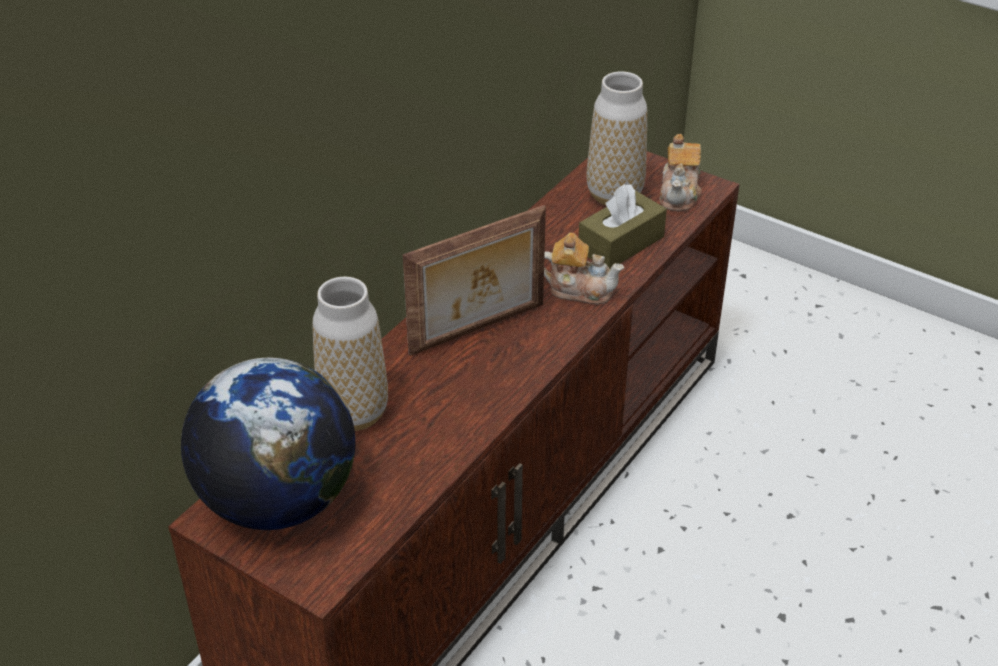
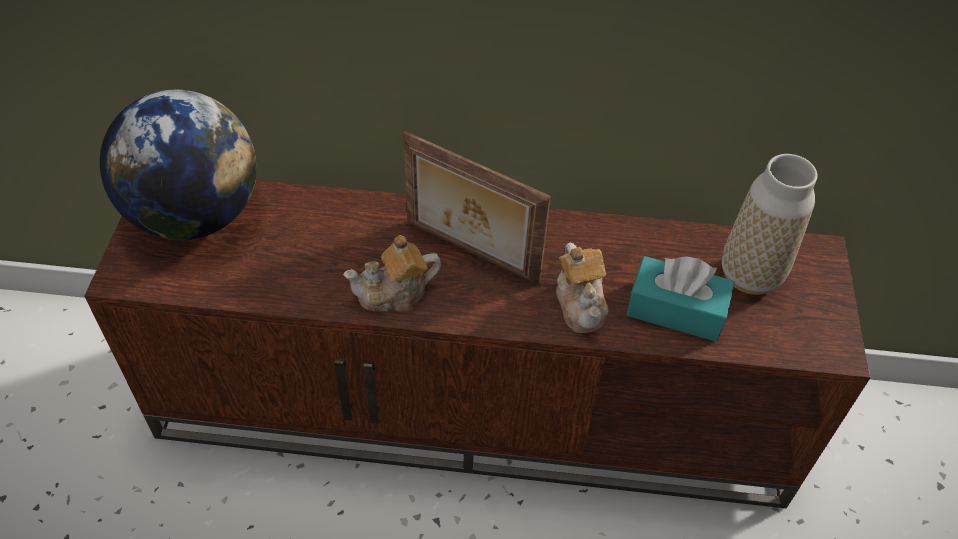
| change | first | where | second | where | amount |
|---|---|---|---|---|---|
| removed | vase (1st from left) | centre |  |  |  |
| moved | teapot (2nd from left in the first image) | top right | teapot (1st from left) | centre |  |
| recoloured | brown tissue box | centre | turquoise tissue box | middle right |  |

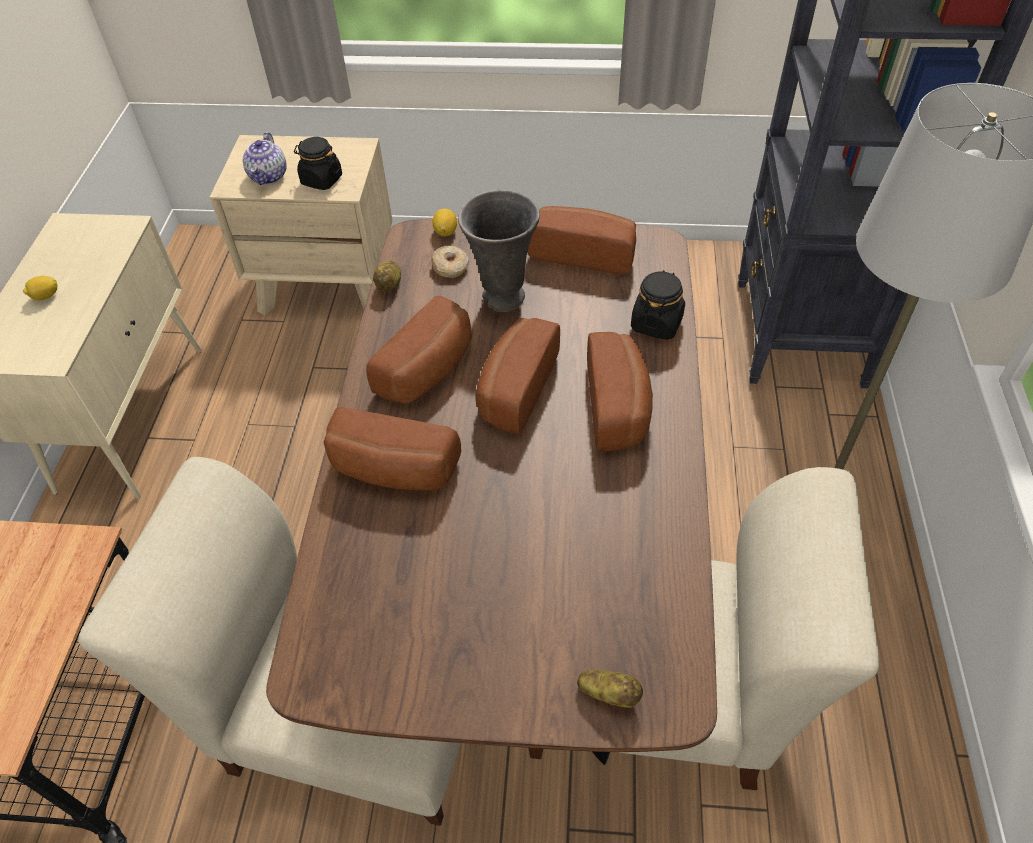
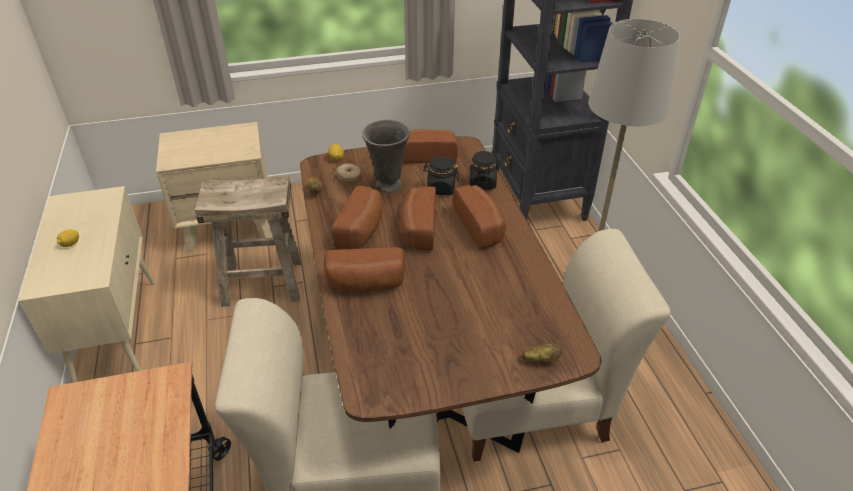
| change | first | where | second | where | amount |
|---|---|---|---|---|---|
| removed | teapot | top left |  |  |  |
| added |  |  | beige stool | middle left |  |
| moved | black jar (1st from left) | top left |  | centre |  |

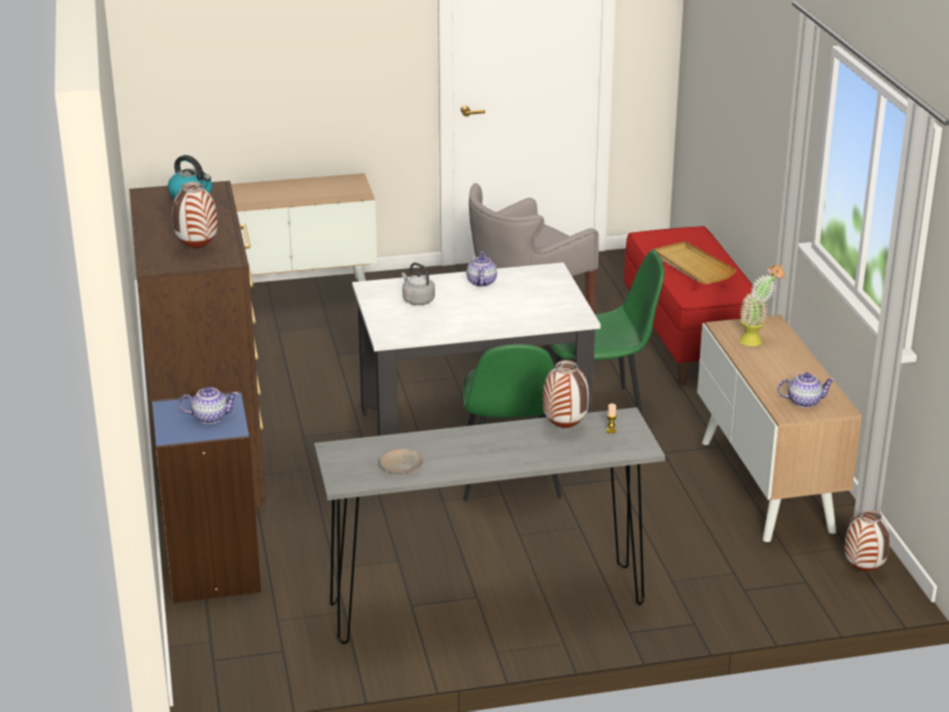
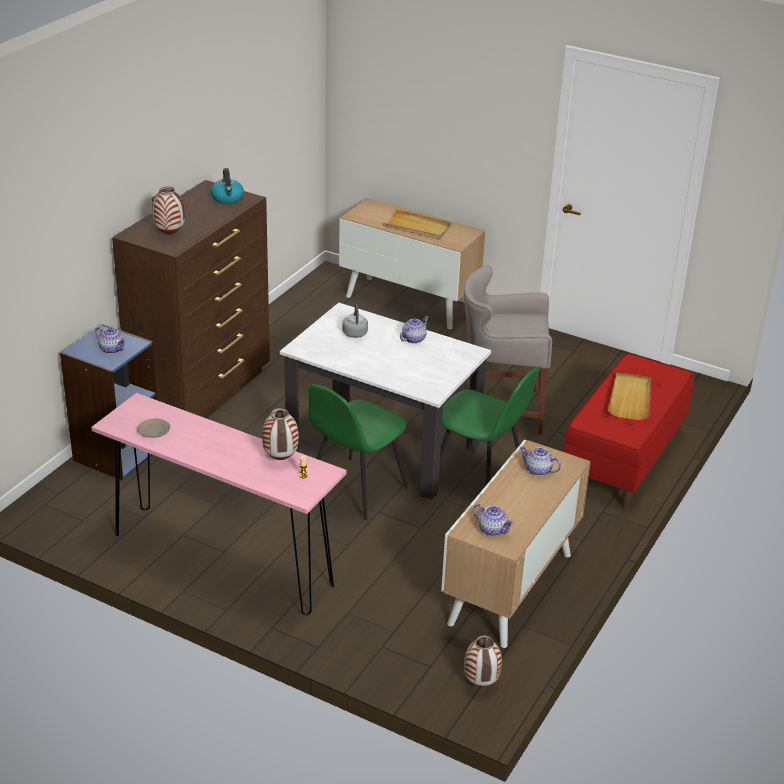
| change | first | where | second | where | amount |
|---|---|---|---|---|---|
| added |  |  | beige tray (1st from left) | top centre |  |
| replaced | potted plant | middle right | teapot (4th from left) | middle right |  |
| recoloured | grey console table | bottom centre | pink console table | middle left |  |

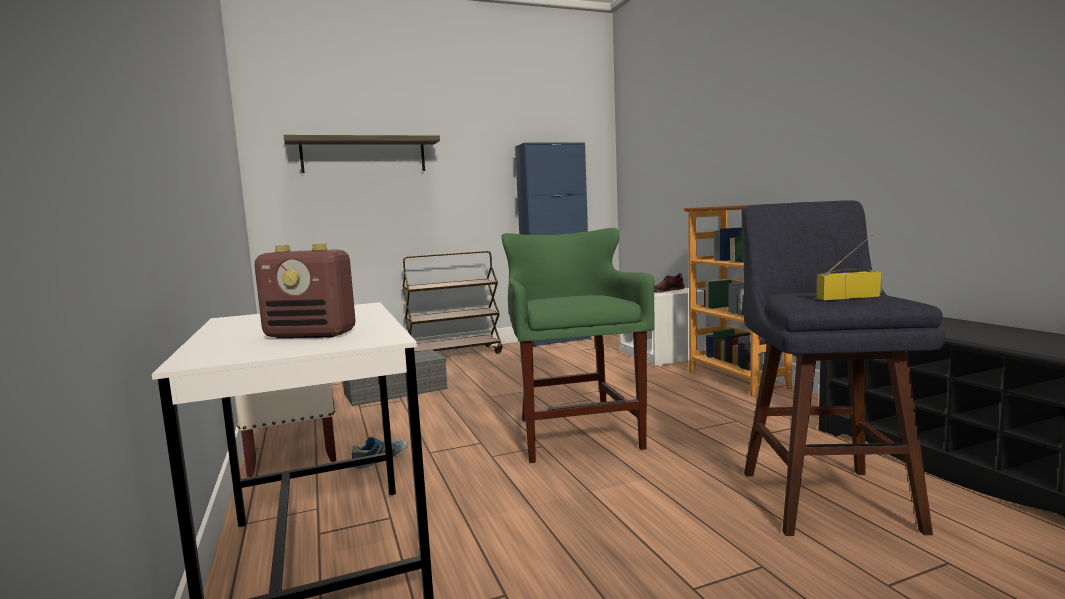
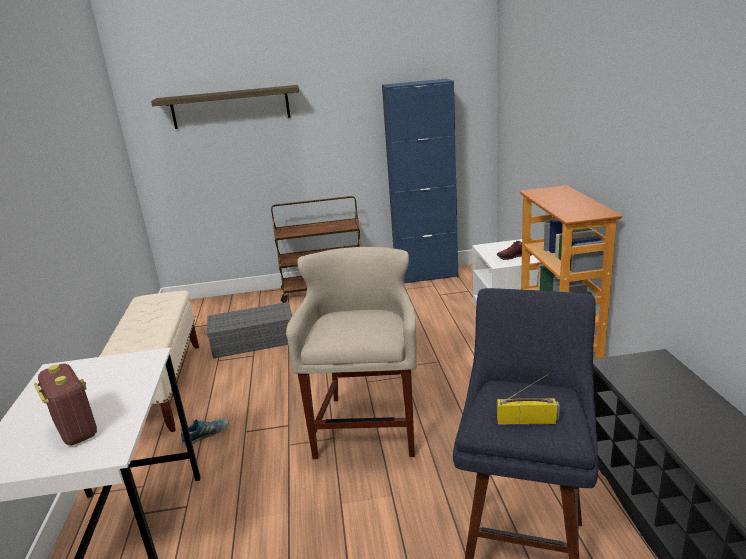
| change | first | where | second | where | amount |
|---|---|---|---|---|---|
| recoloured | green stool | centre | beige stool | centre |  |
| turned | radio (1st from left) | middle left |  | bottom left | 150 degrees counterclockwise |

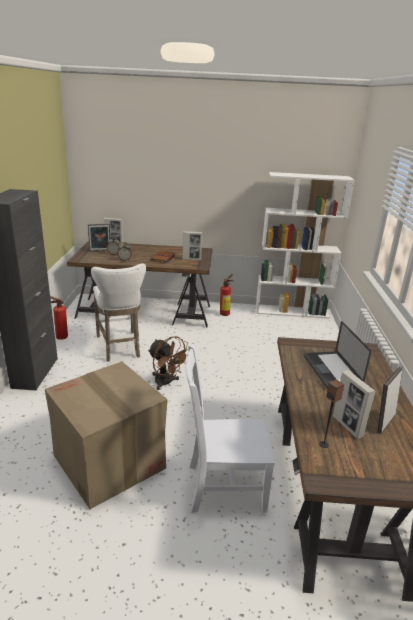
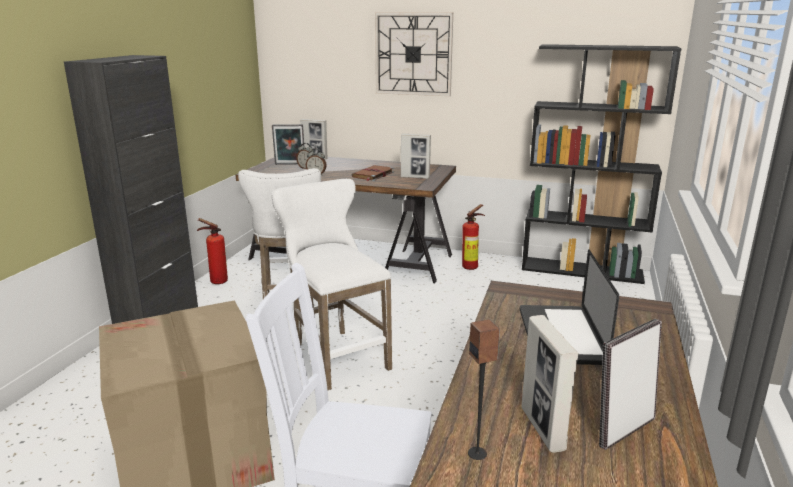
| change | first | where | second | where | amount |
|---|---|---|---|---|---|
| added |  |  | wall clock | top centre |  |
| replaced | brown fan | centre | white stool (2nd from left) | centre |  |
| recoloured | white bookcase | middle right | black bookcase | middle right |  |

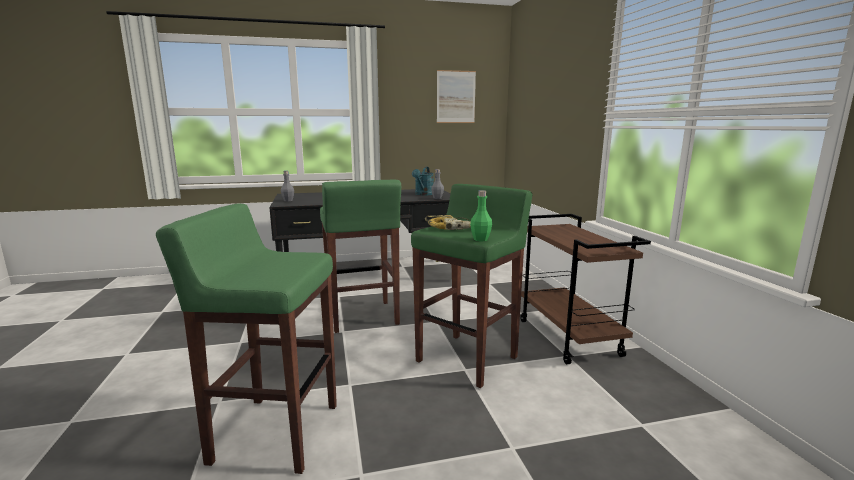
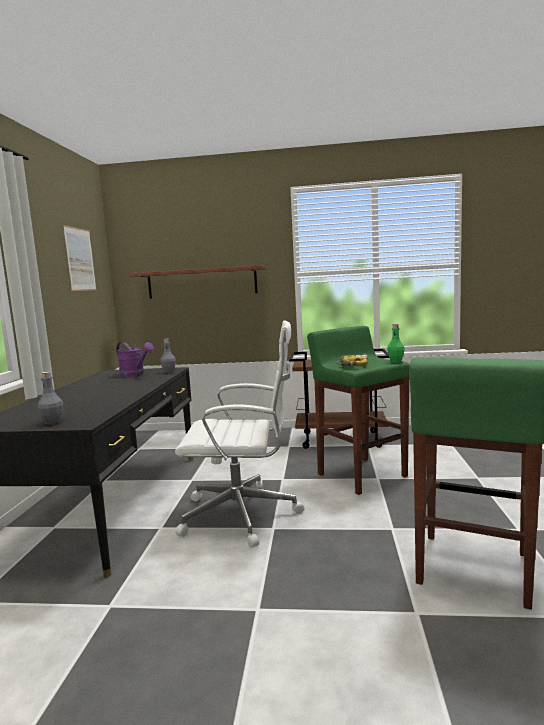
| change | first | where | second | where | amount |
|---|---|---|---|---|---|
| added |  |  | brown shelf | centre |  |
| replaced | green stool (2nd from left) | centre | white office chair | centre |  |
| recoloured | turquoise watering can | centre | purple watering can | middle left |  |

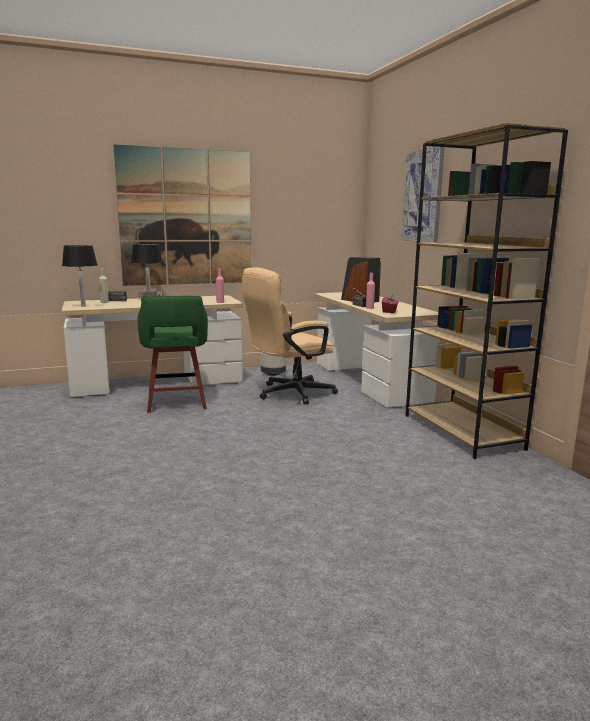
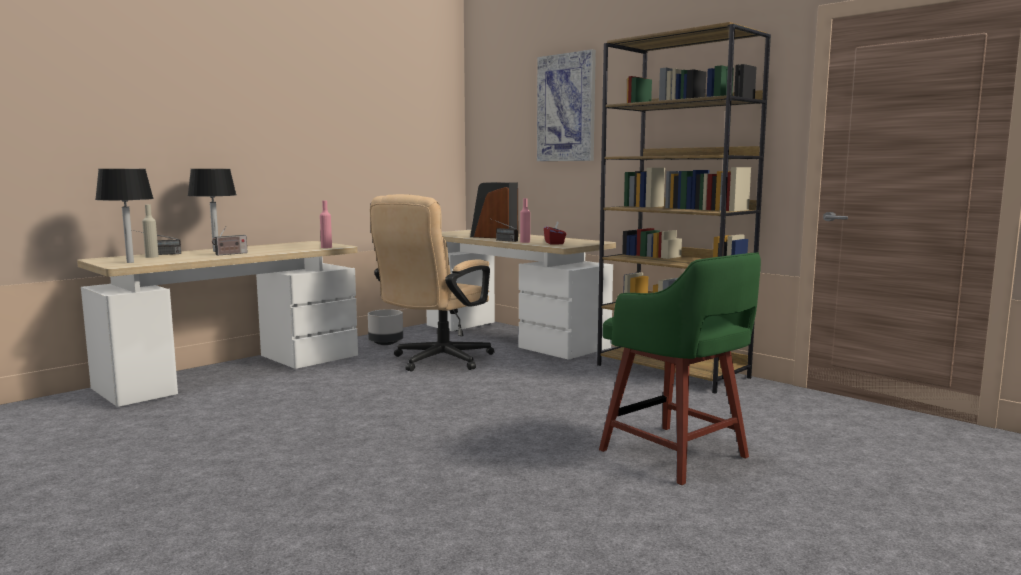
| change | first | where | second | where | amount |
|---|---|---|---|---|---|
| removed | picture (1st from left) | top left |  |  |  |
| moved | green stool | middle left |  | centre |  |

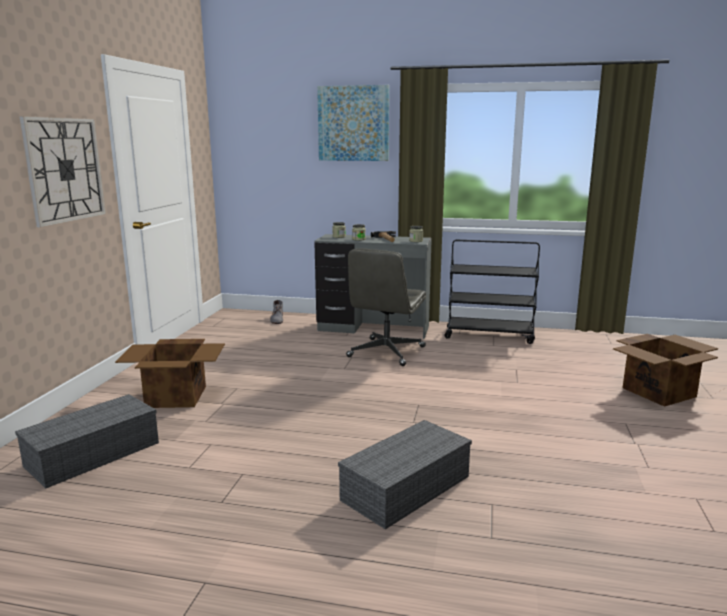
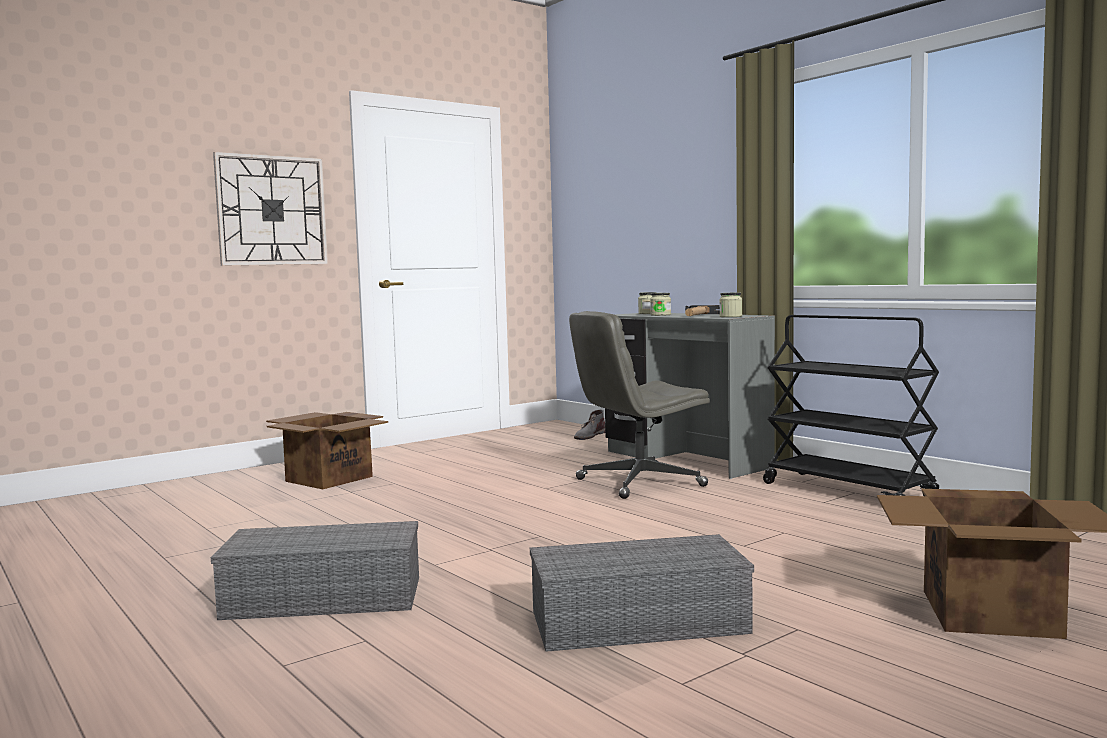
| change | first | where | second | where | amount |
|---|---|---|---|---|---|
| removed | picture | top centre |  |  |  |
| moved | grey storage box (1st from left in the first image) | bottom left | grey storage box (2nd from left) | bottom centre |  |

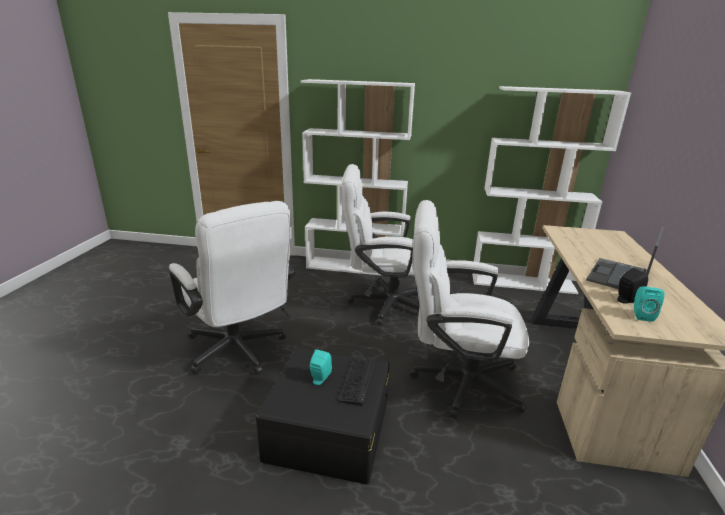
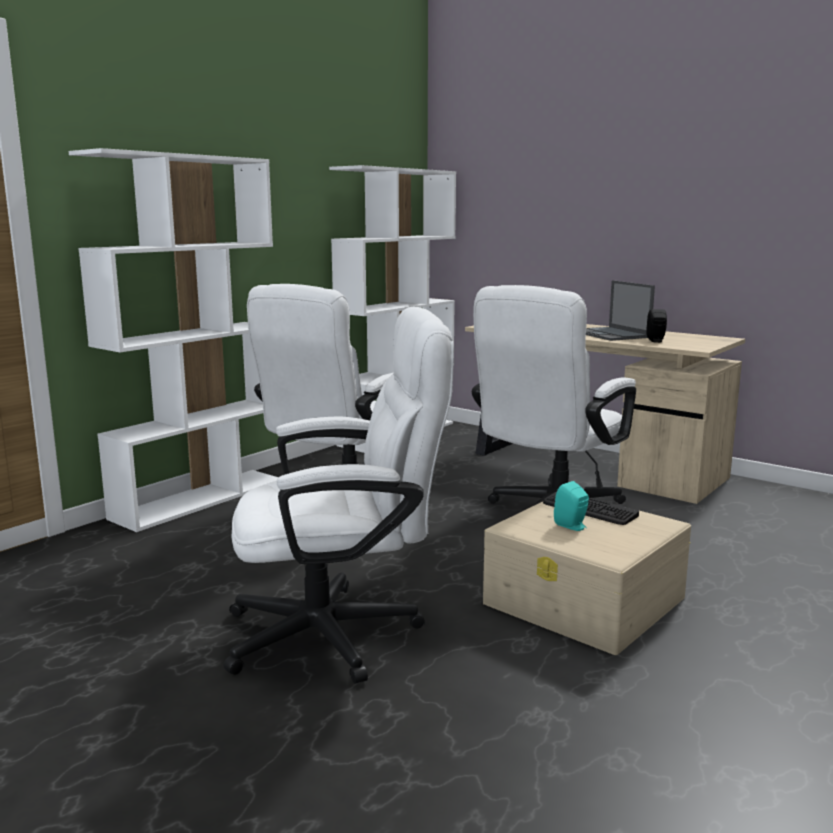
| change | first | where | second | where | amount |
|---|---|---|---|---|---|
| removed | turquoise speaker (2nd from left) | middle right |  |  |  |
| recoloured | black storage box | bottom centre | beige storage box | bottom right |  |

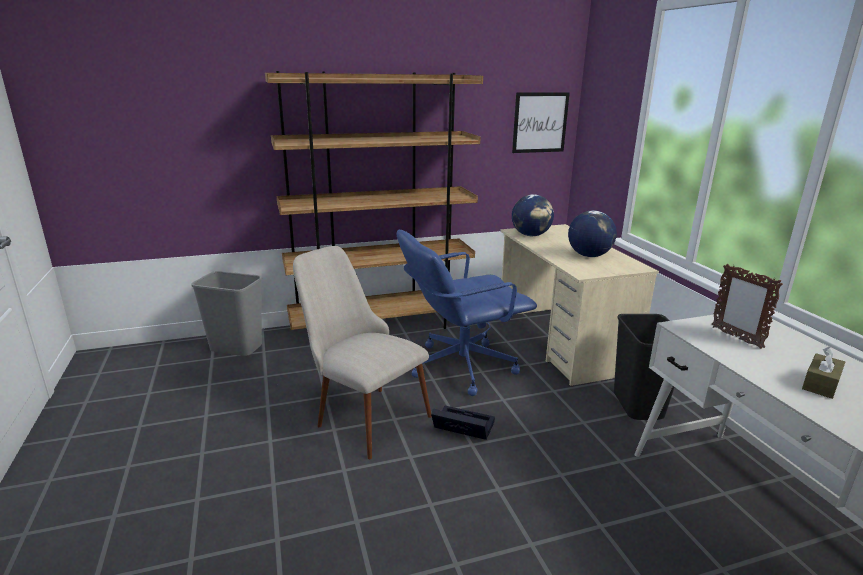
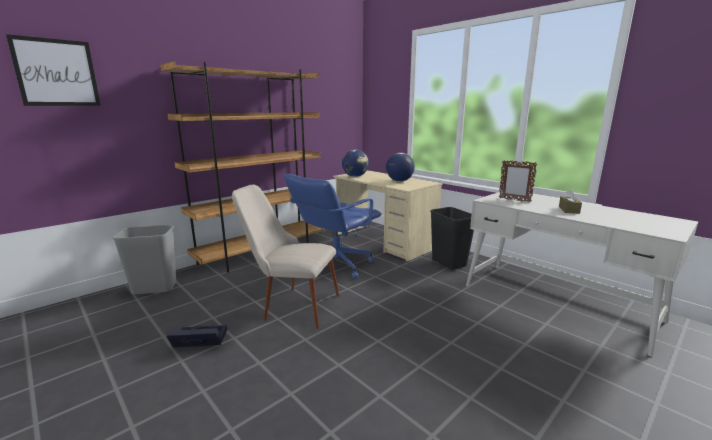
| change | first | where | second | where | amount |
|---|---|---|---|---|---|
| moved | black storage box | bottom centre |  | bottom left |  |
| moved | picture | top centre |  | top left |  |

